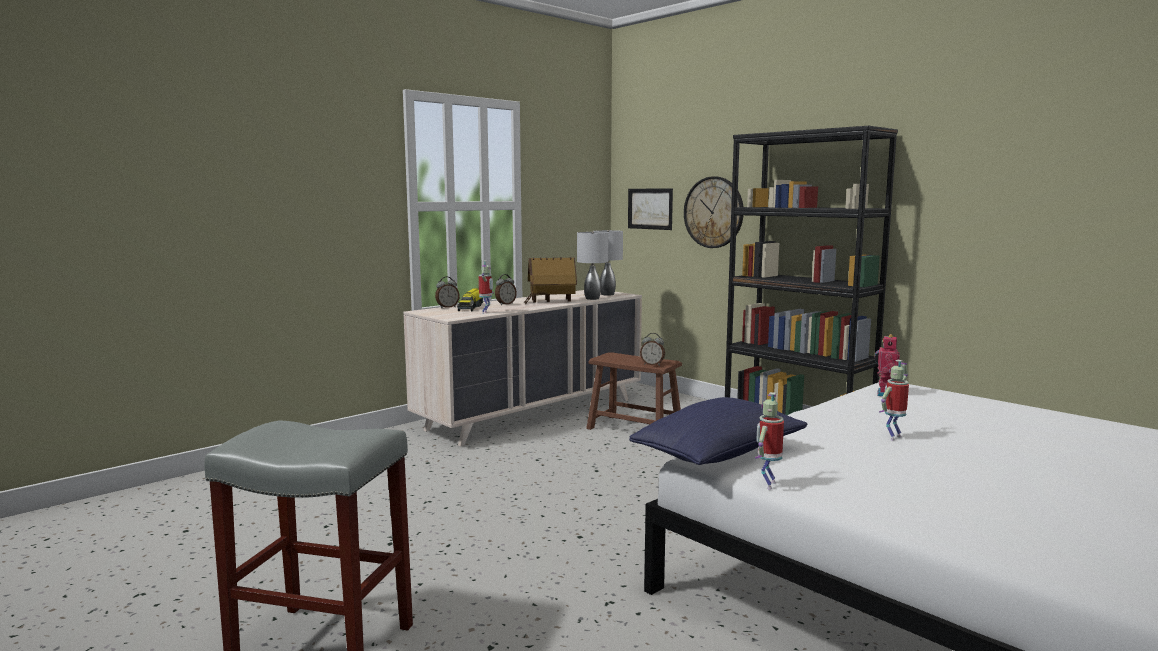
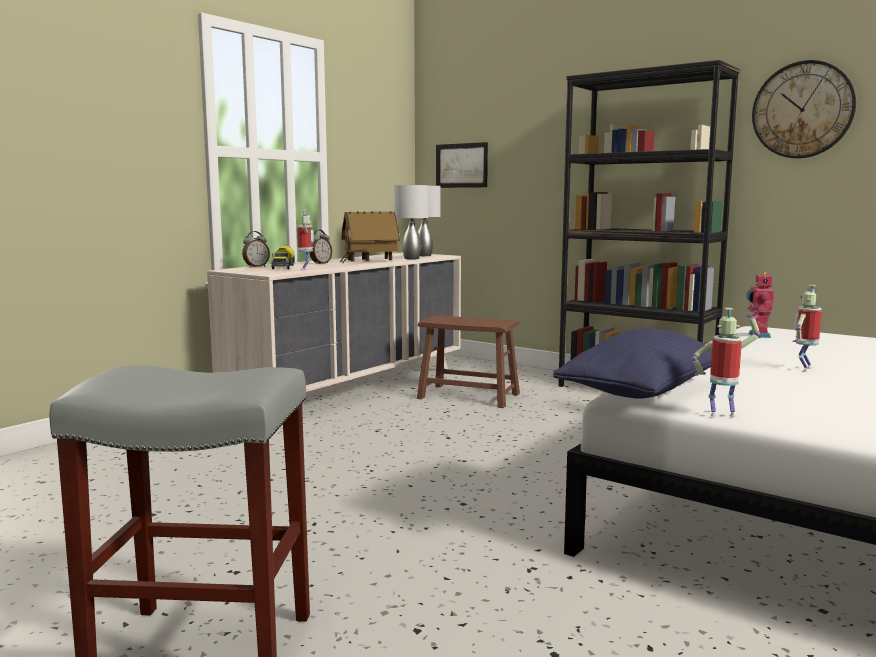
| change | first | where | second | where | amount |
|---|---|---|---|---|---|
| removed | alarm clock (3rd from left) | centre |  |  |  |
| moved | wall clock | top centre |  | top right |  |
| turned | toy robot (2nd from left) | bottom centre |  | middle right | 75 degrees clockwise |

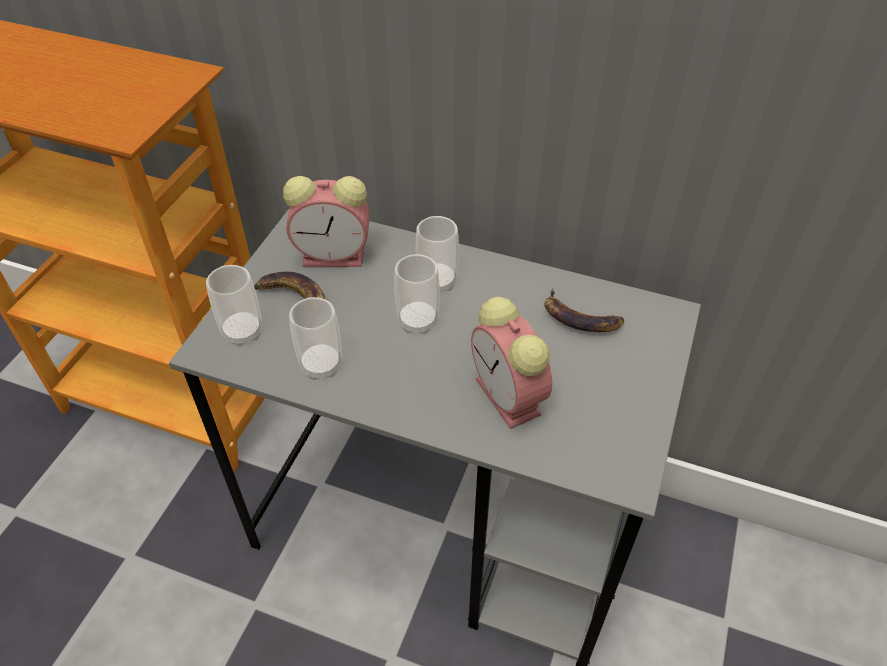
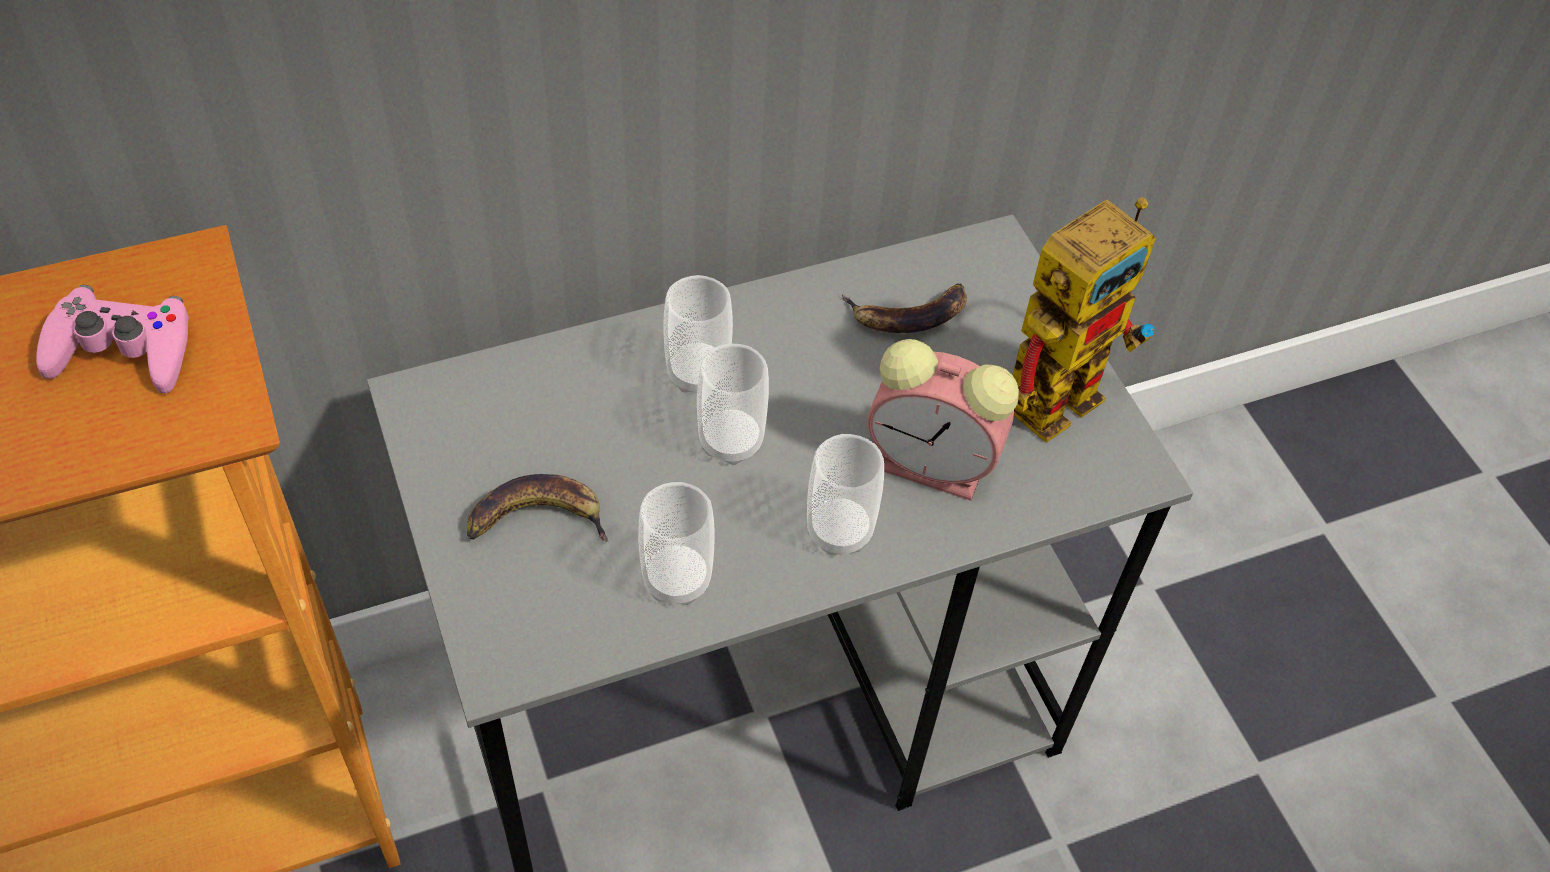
| change | first | where | second | where | amount |
|---|---|---|---|---|---|
| removed | alarm clock (1st from left) | top centre |  |  |  |
| added |  |  | pink game controller | middle left |  |
| added |  |  | toy robot | middle right |  |
| moved | cup (1st from left in the first image) | middle left | cup (4th from left) | centre |  |

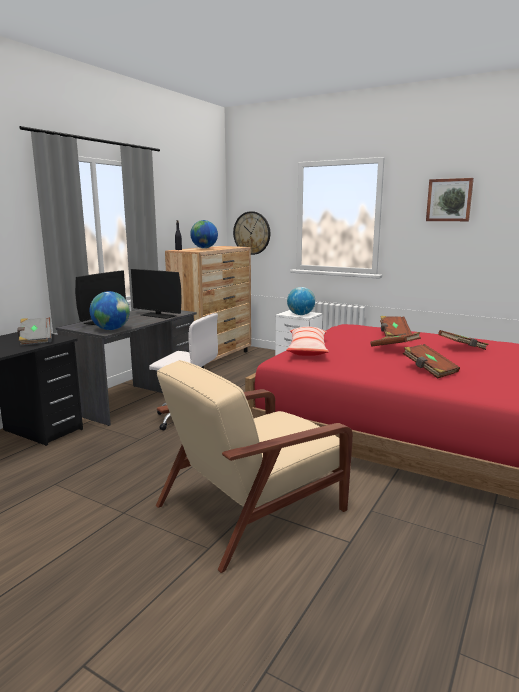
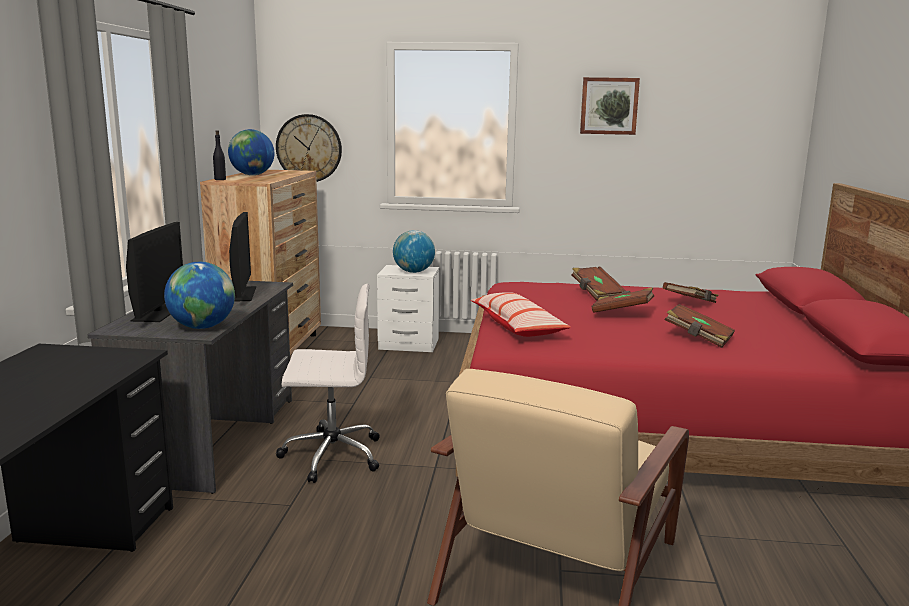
| change | first | where | second | where | amount |
|---|---|---|---|---|---|
| removed | grey book | middle left |  |  |  |
| turned | monitor (2nd from left) | middle left |  | middle left | 105 degrees counterclockwise |

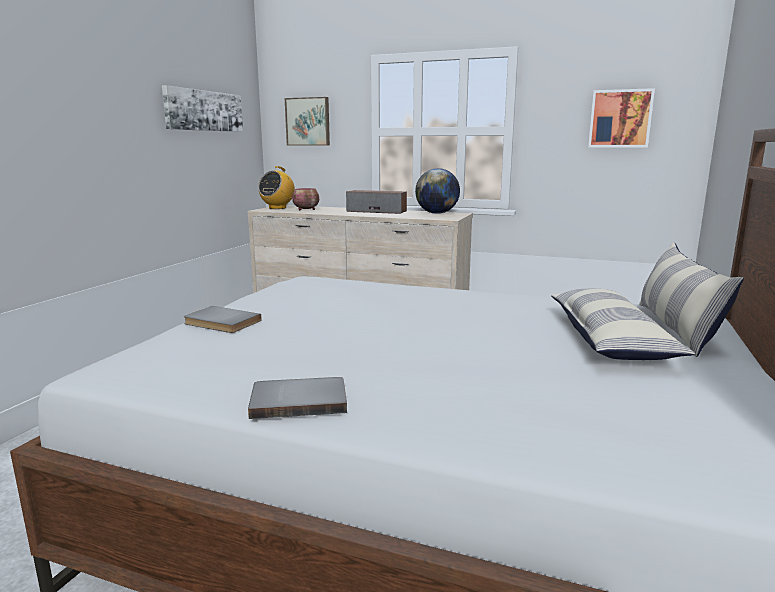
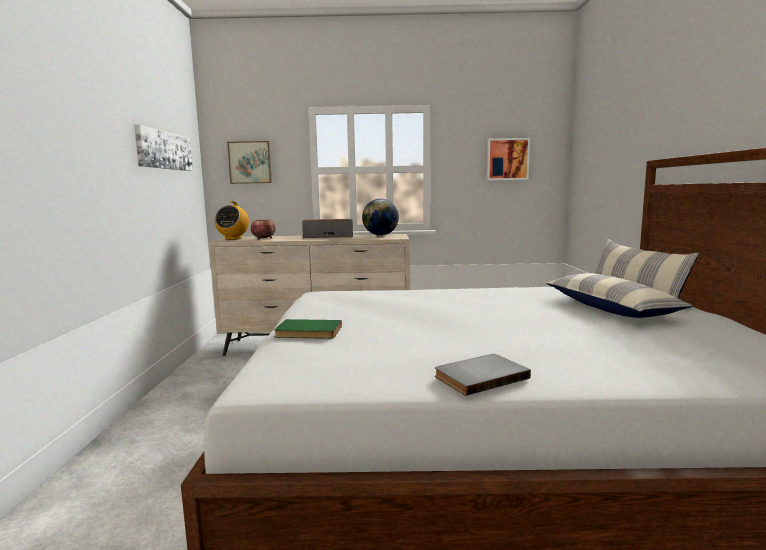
| change | first | where | second | where | amount |
|---|---|---|---|---|---|
| recoloured | grey book (1st from left) | middle left | green book | centre |  |

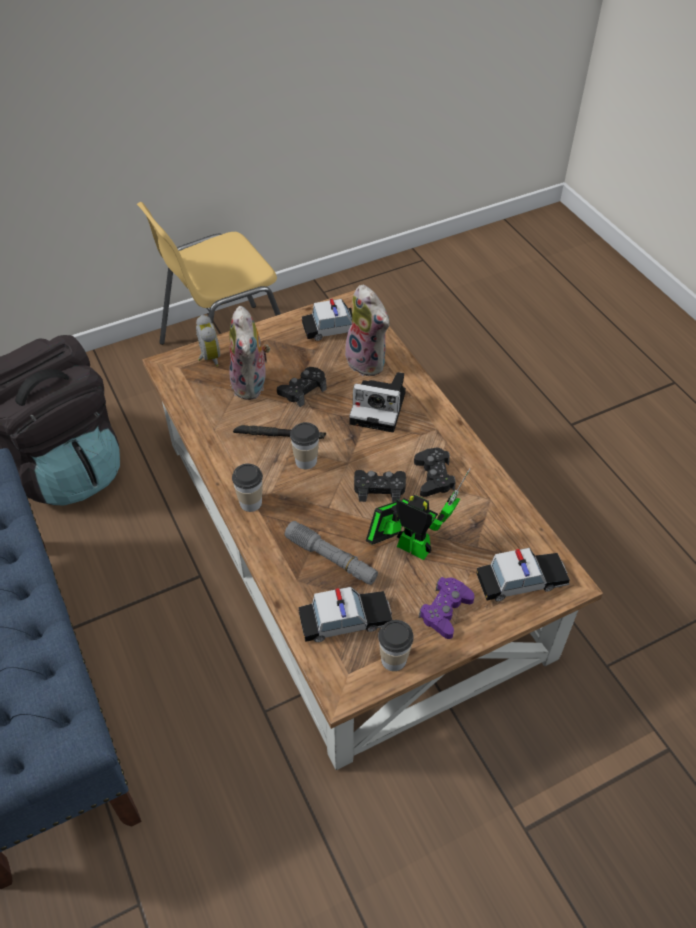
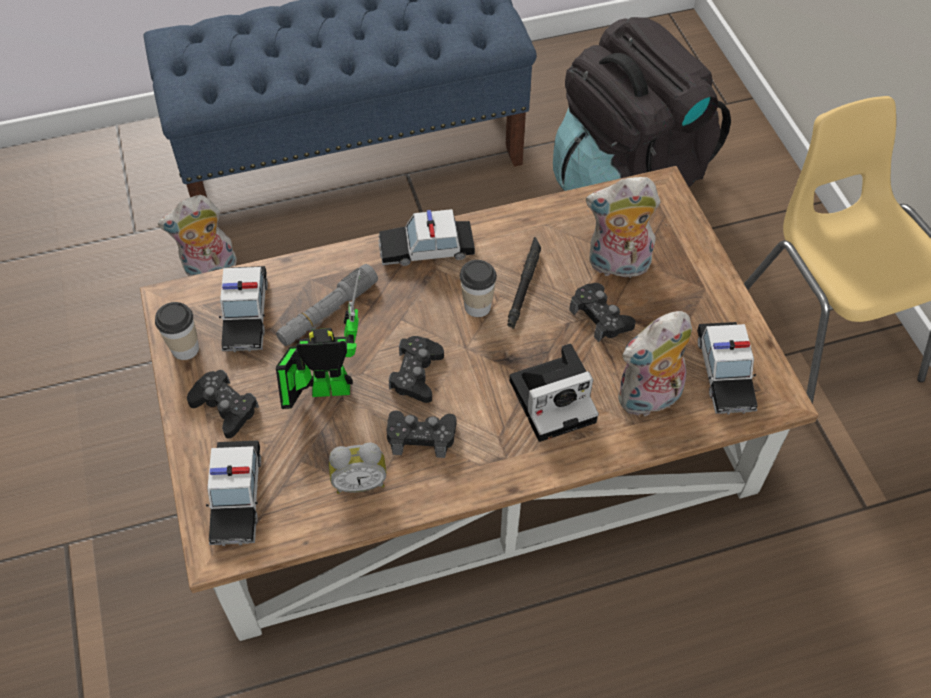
| change | first | where | second | where | amount |
|---|---|---|---|---|---|
| added |  |  | plush toy (1st from left) | middle left |  |
| moved | alarm clock | middle left |  | bottom centre |  |
| replaced | cup (1st from left) | centre | toy car (3rd from left) | centre |  |
| recoloured | purple game controller | centre | black game controller (1st from left) | middle left |  |
| turned | photo camera | centre |  | centre | 135 degrees counterclockwise |
| turned | toy robot | centre |  | centre | 135 degrees counterclockwise |

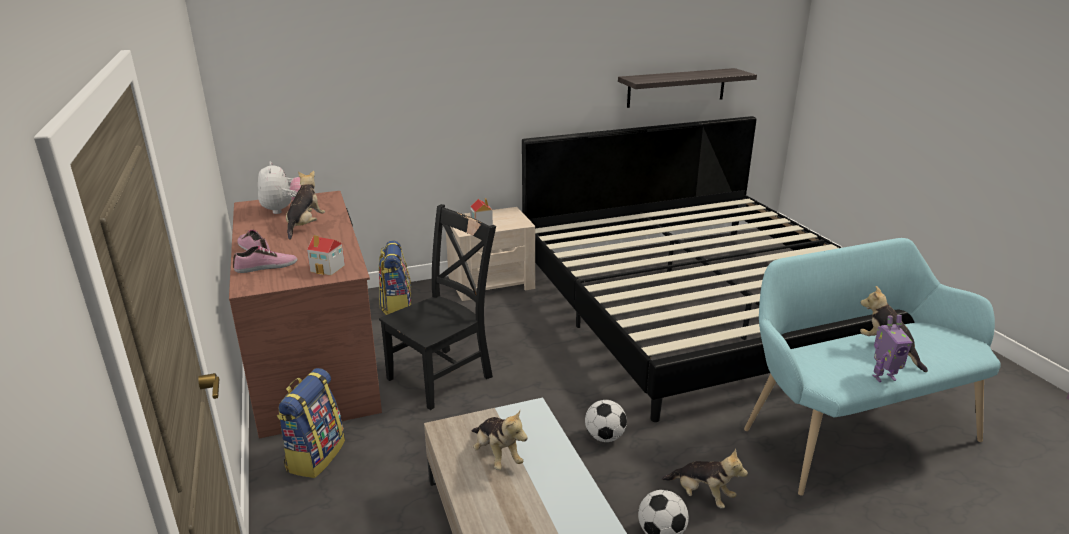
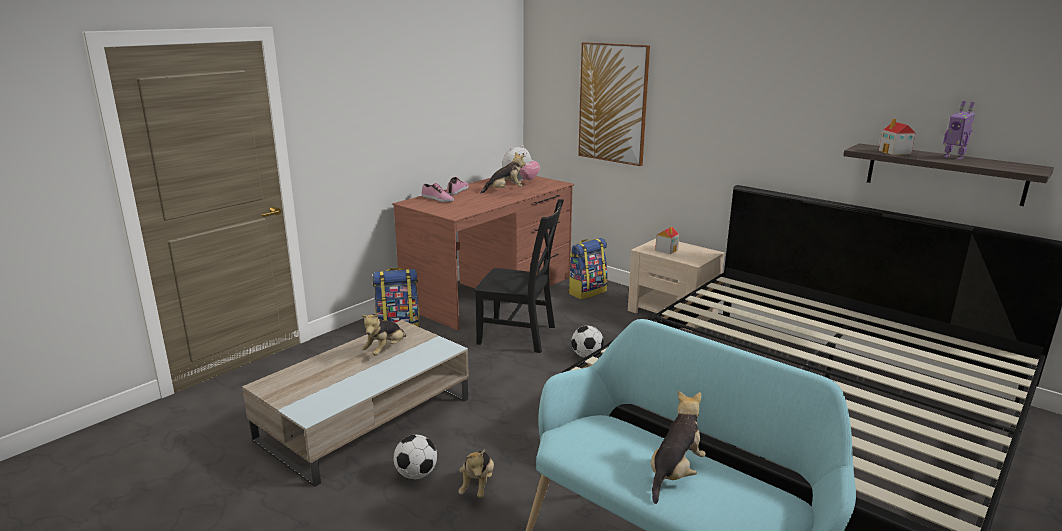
| change | first | where | second | where | amount |
|---|---|---|---|---|---|
| added |  |  | picture | top centre |  |
| moved | toy house (1st from left in the first image) | middle left | toy house (2nd from left) | top right |  |
| moved | football (1st from left in the first image) | bottom centre | football (2nd from left) | centre |  |
| moved | toy robot | middle right |  | top right |  |

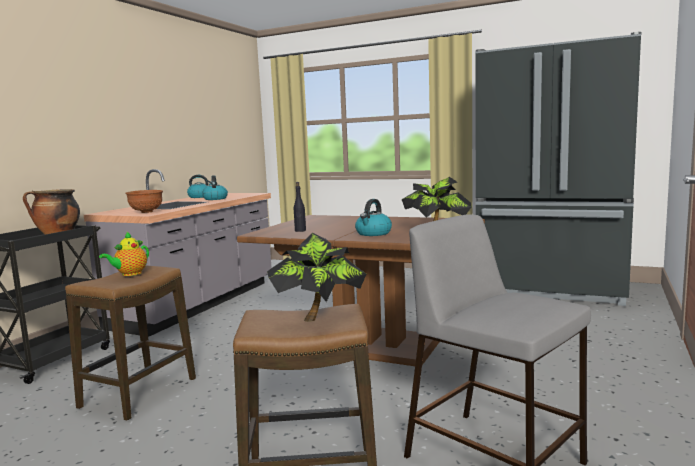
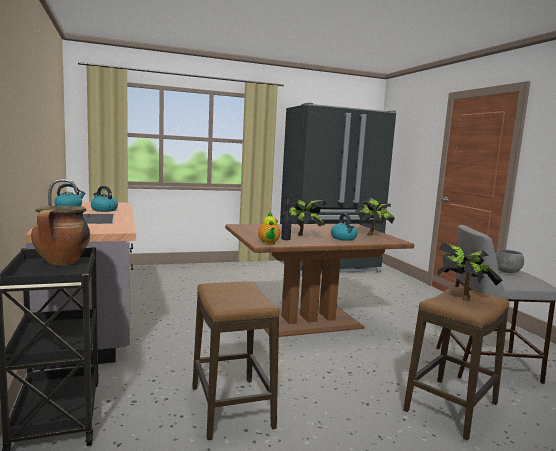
| change | first | where | second | where | amount |
|---|---|---|---|---|---|
| removed | brown bowl | middle left |  |  |  |
| added |  |  | potted plant (1st from left) | centre |  |
| added |  |  | grey bowl | middle right |  |
| moved | teapot | middle left |  | centre |  |

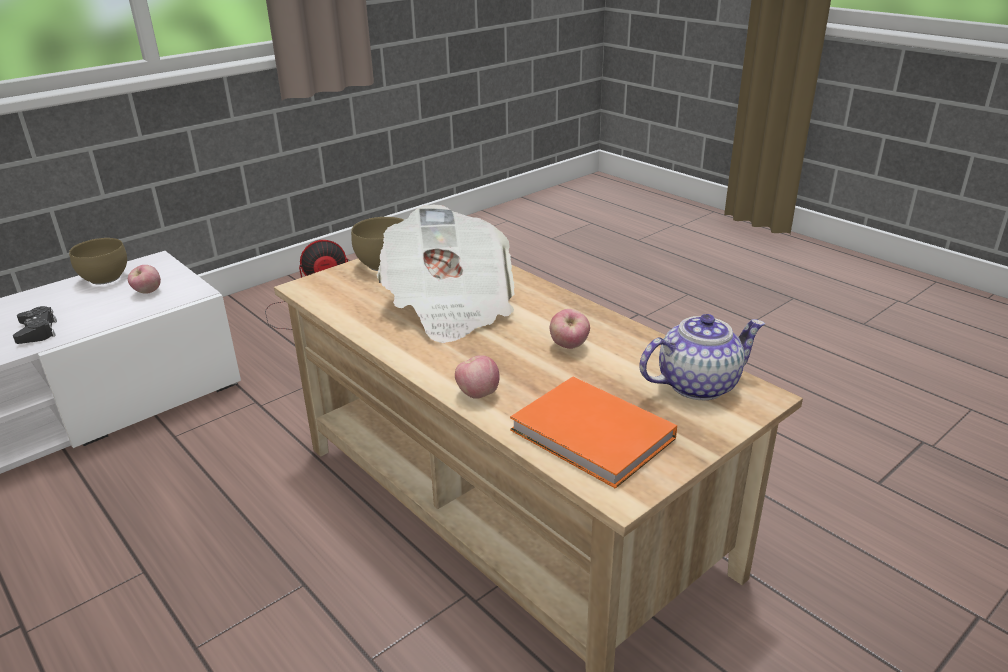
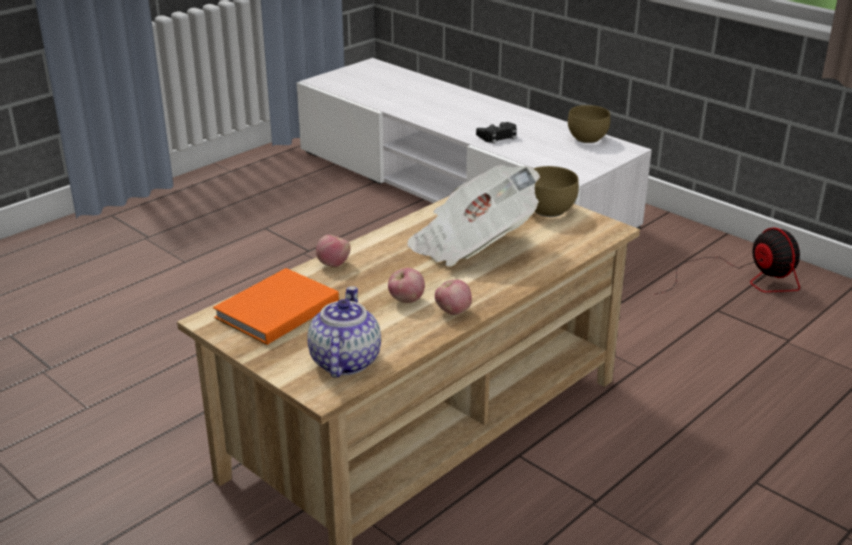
| change | first | where | second | where | amount |
|---|---|---|---|---|---|
| moved | apple (1st from left in the first image) | middle left | apple (3rd from left) | centre |  |
| turned | teapot | middle right |  | centre | 150 degrees counterclockwise |

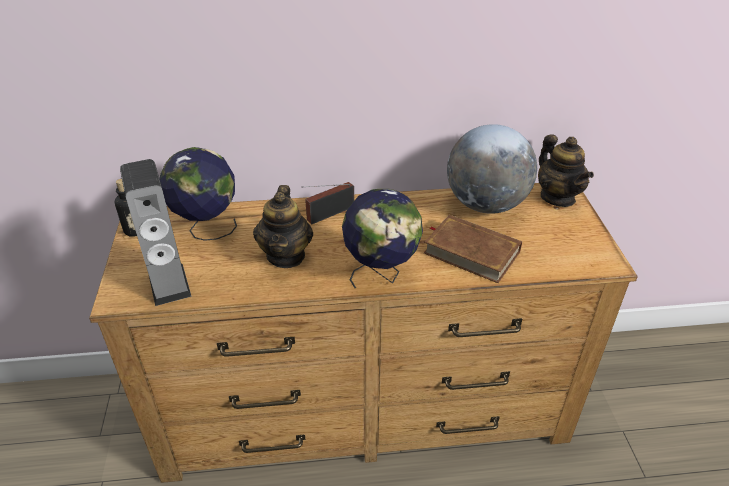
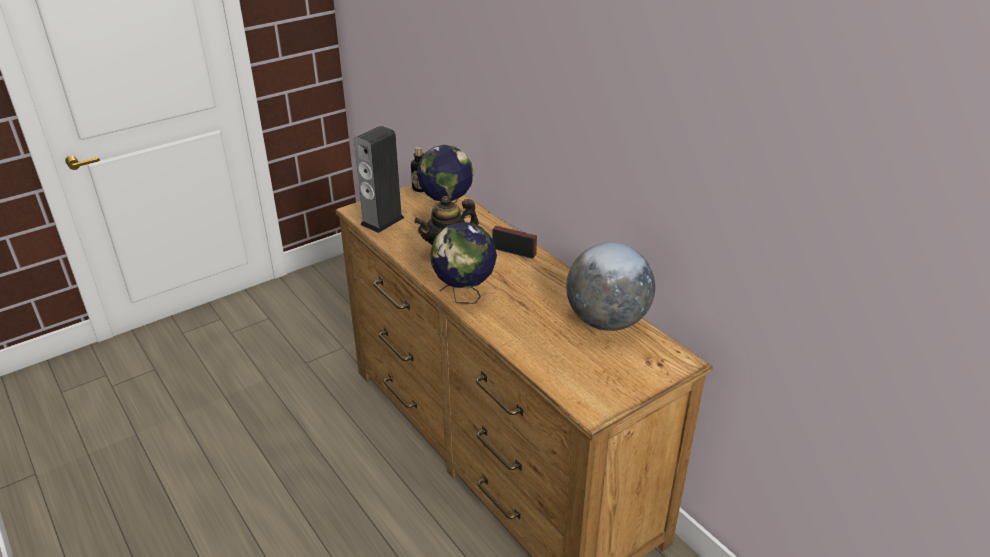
| change | first | where | second | where | amount |
|---|---|---|---|---|---|
| removed | brown book | centre |  |  |  |
| removed | teapot (2nd from left) | middle right |  |  |  |

